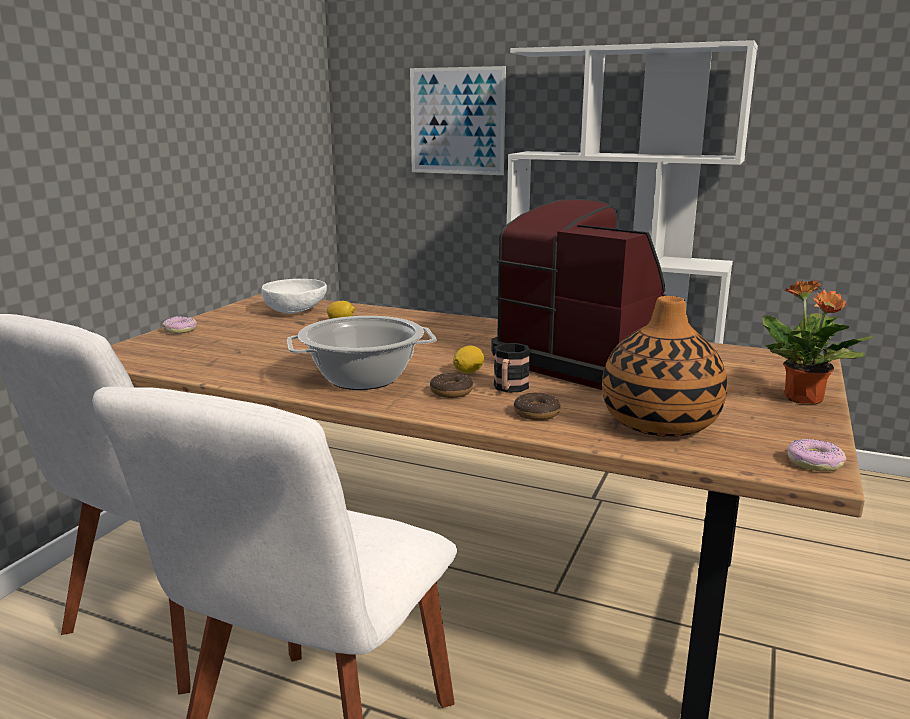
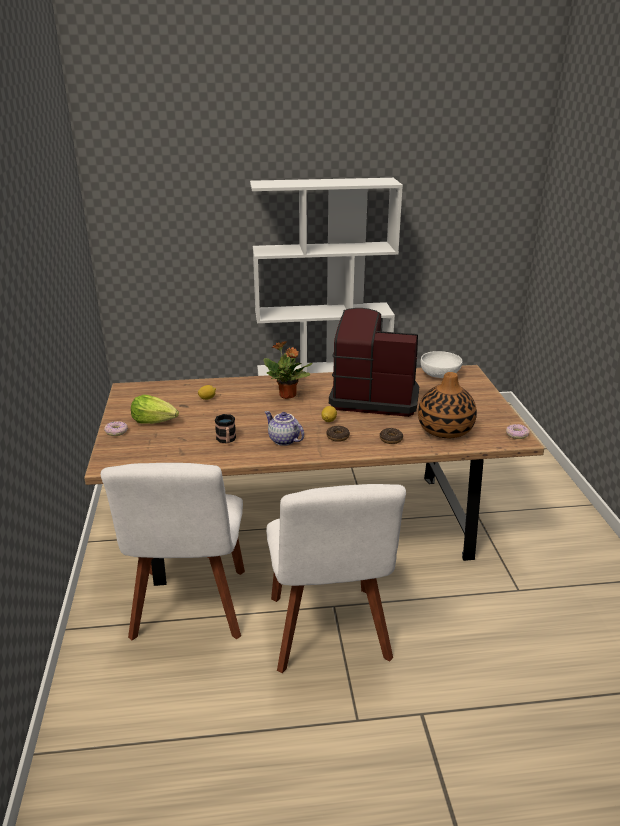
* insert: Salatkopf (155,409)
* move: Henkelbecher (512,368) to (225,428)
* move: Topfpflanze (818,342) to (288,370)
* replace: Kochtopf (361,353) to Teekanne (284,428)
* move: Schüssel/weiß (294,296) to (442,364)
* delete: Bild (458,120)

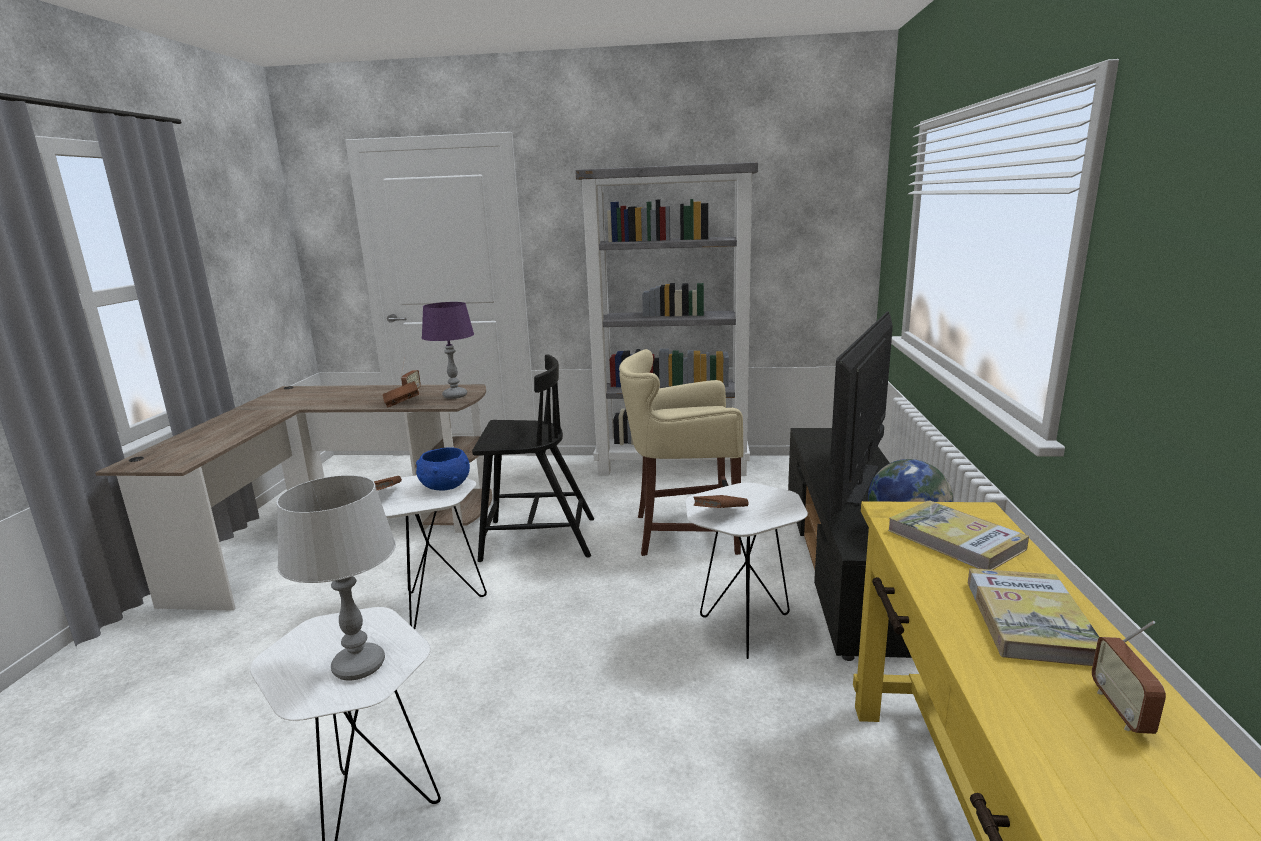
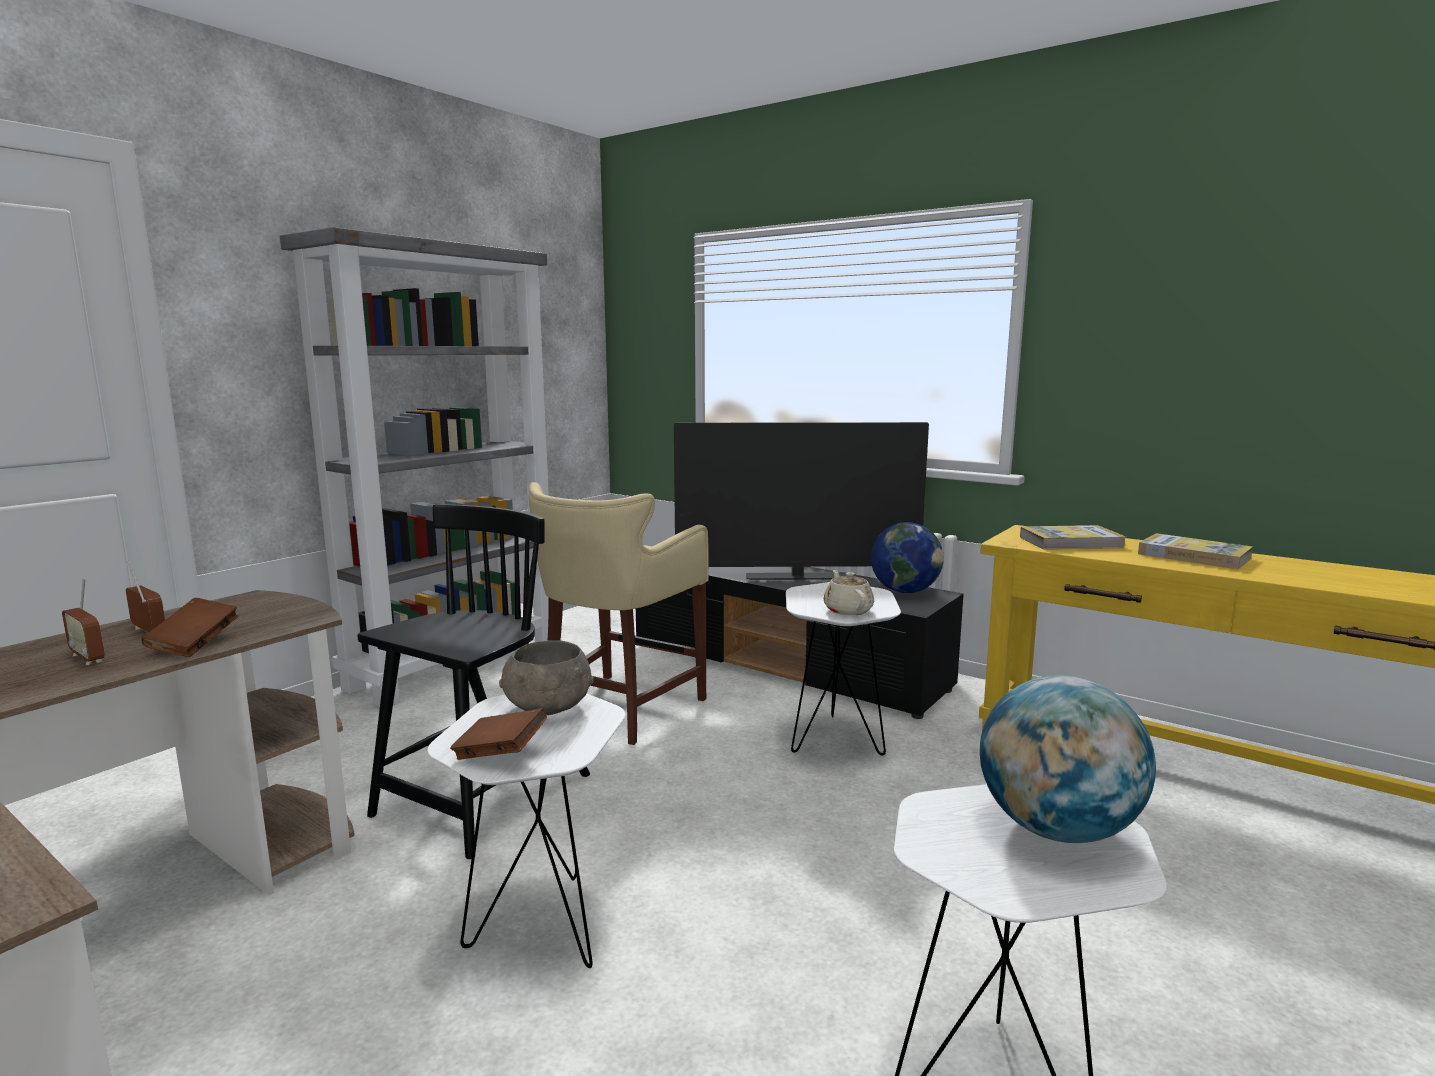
* move: Radio (1129,677) to (83,622)
* recolor: Schüssel/blau (443,469) to Schüssel/grau (546,677)
* rotate: Fernseher (860,416) = (801,501) 60 degrees counterclockwise
* replace: Buch/braun (721,501) to Teekanne/beige (849,592)
* replace: Tischlampe/grau (336,578) to Globus (1068,759)
* delete: Tischlampe/lila (448,350)

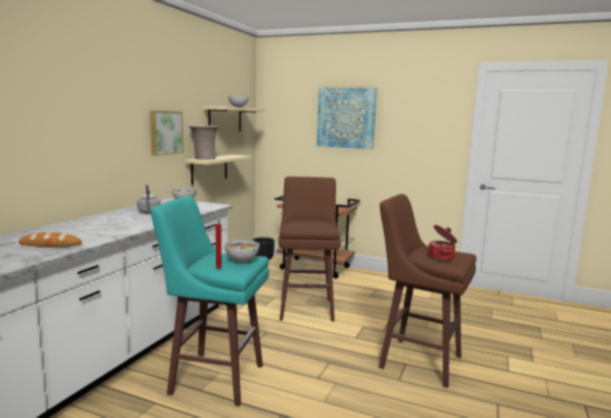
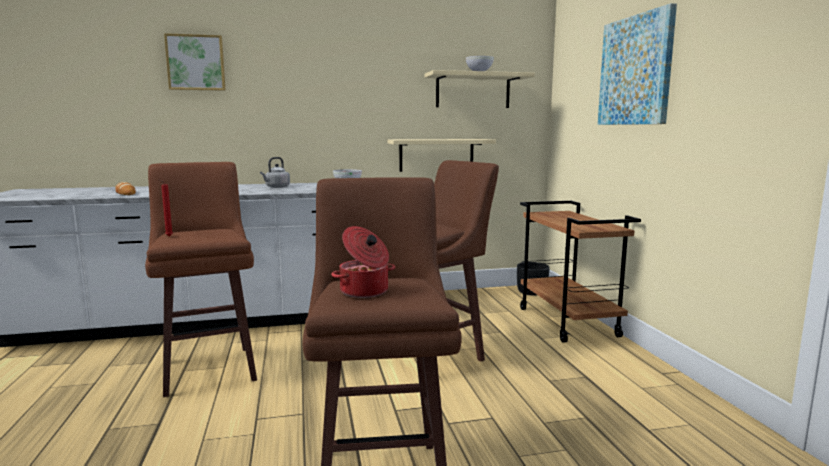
* recolor: Hocker/türkis (210,301) to Hocker/braun (201,279)
* move: Bild (167,133) to (194,62)
* delete: Vase/beige (204,143)
* delete: Schüssel (241,251)

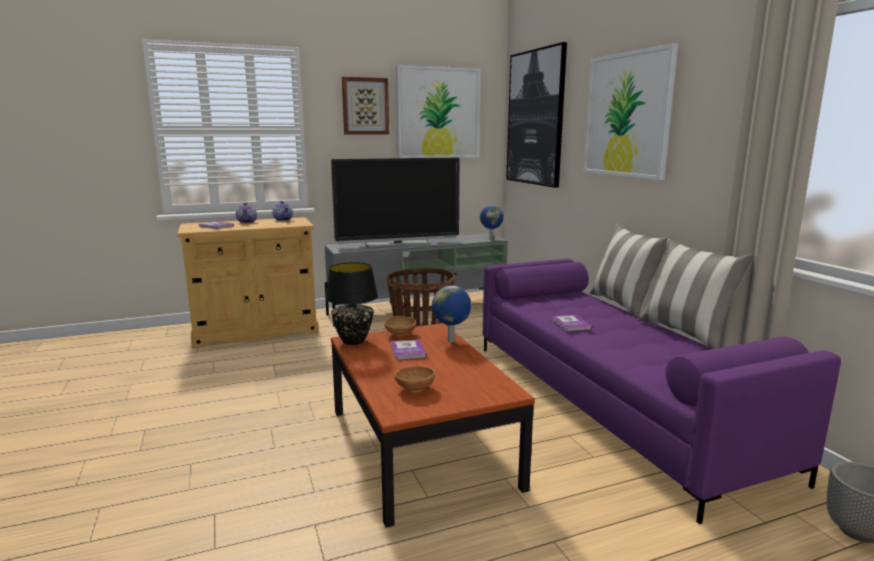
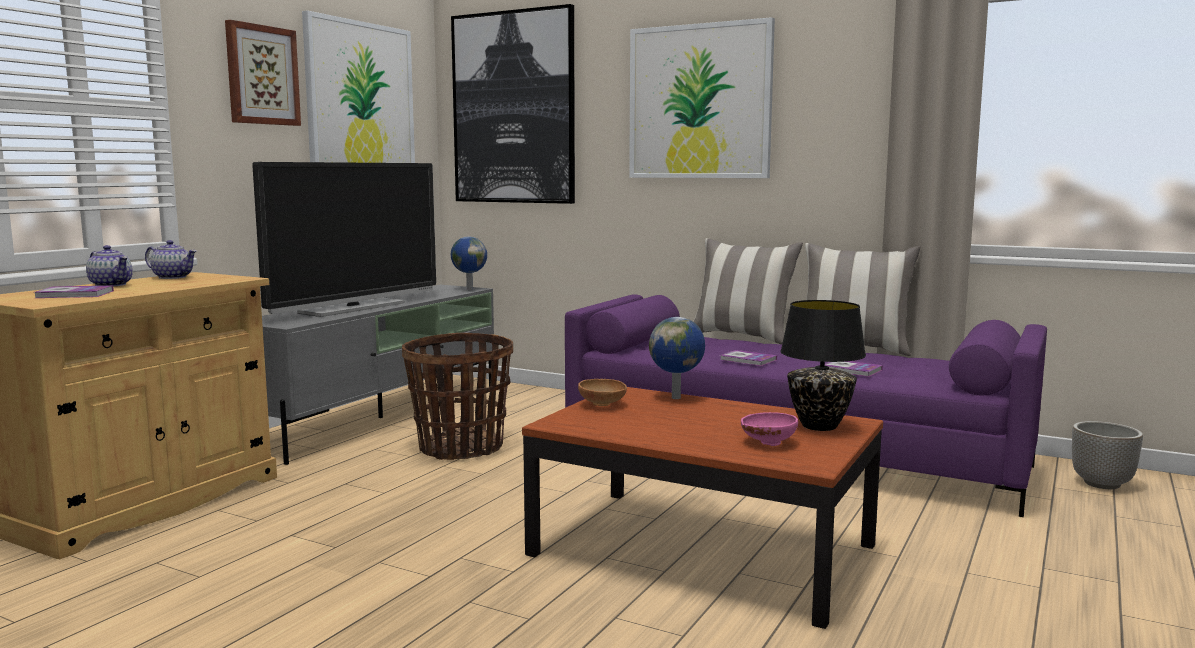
* recolor: Schüssel/braun (415,379) to Schüssel/rosa (769,429)
* move: Tischlampe/schwarz (351,303) to (823,365)
* move: Buch (409,349) to (853,369)

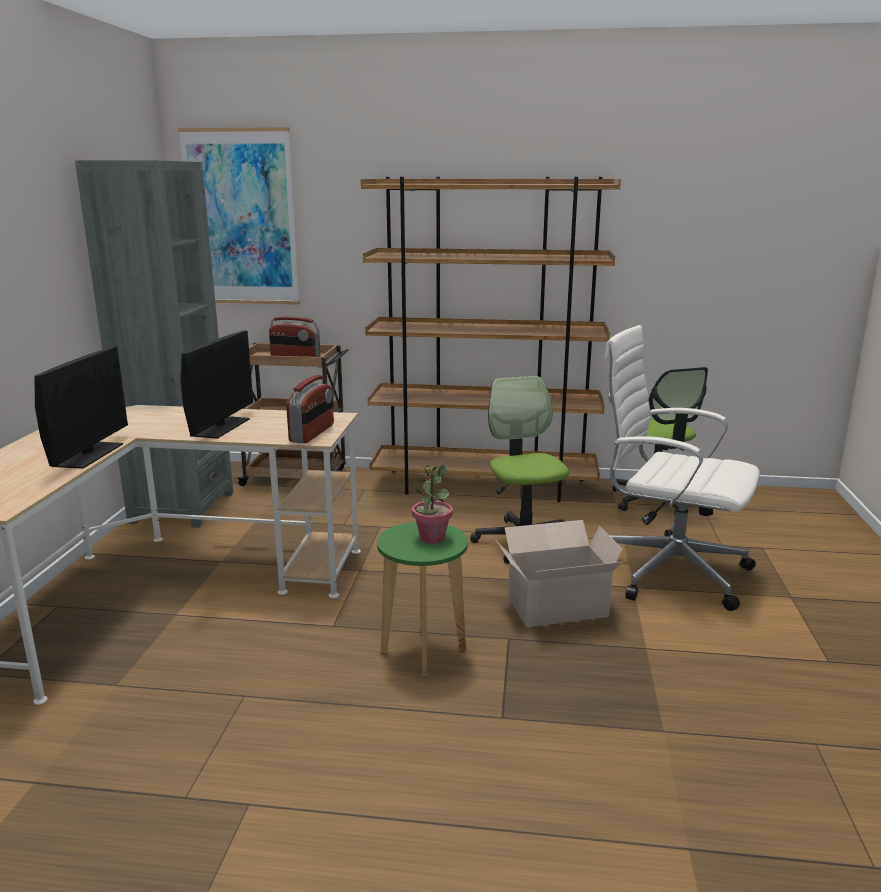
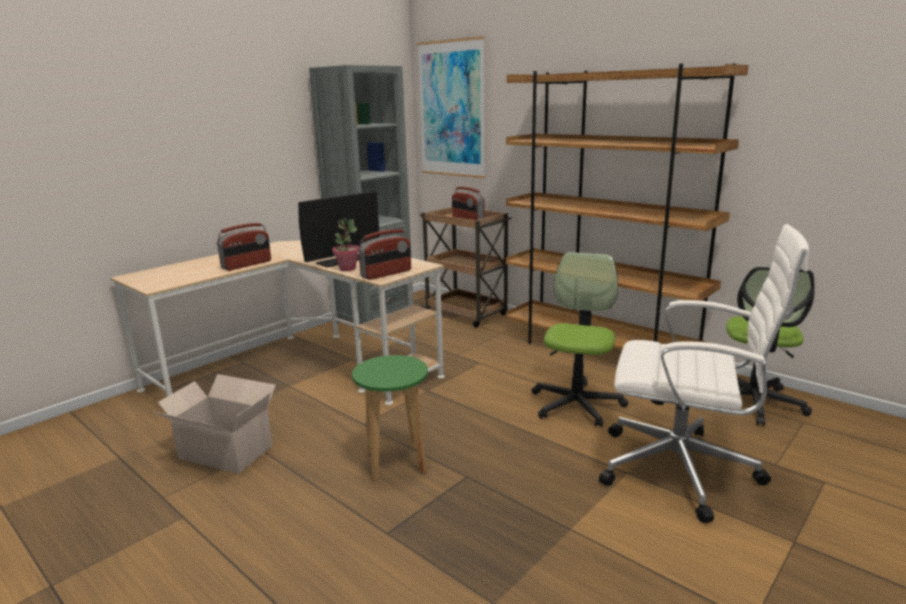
* move: Karton (559,573) to (214,424)
* replace: Monitor (81,407) to Radio (244,247)
* move: Topfpflanze (432,504) to (345,244)
* rotate: Bürostuhl/weiß (682,468) = (704,373) 135 degrees clockwise

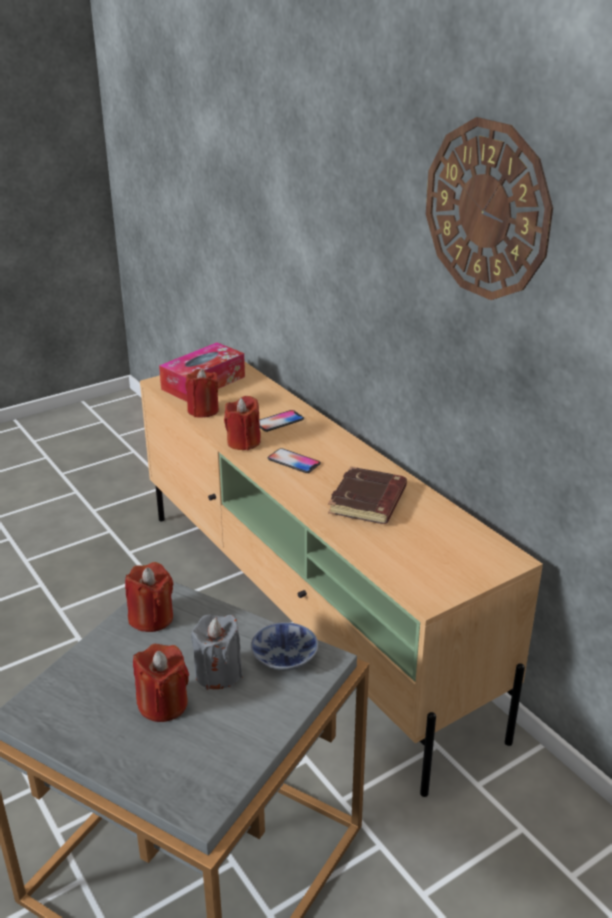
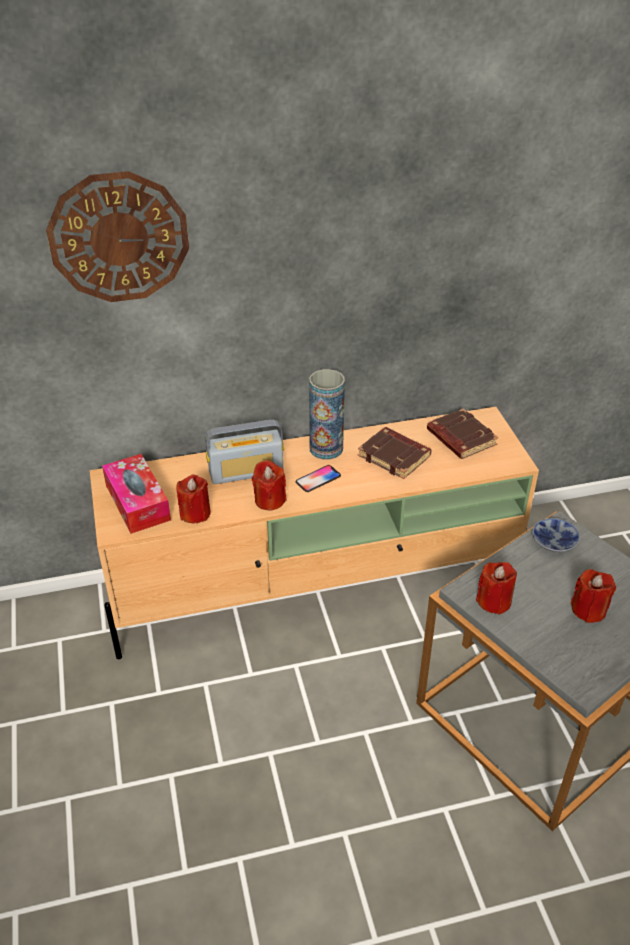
* move: Wanduhr (489,208) to (117,236)
* replace: Handy (281,421) to Radio (244,452)
* insert: Vase (327,414)
* insert: Buch/braun (462,434)
* delete: Kerze/grau (216,652)

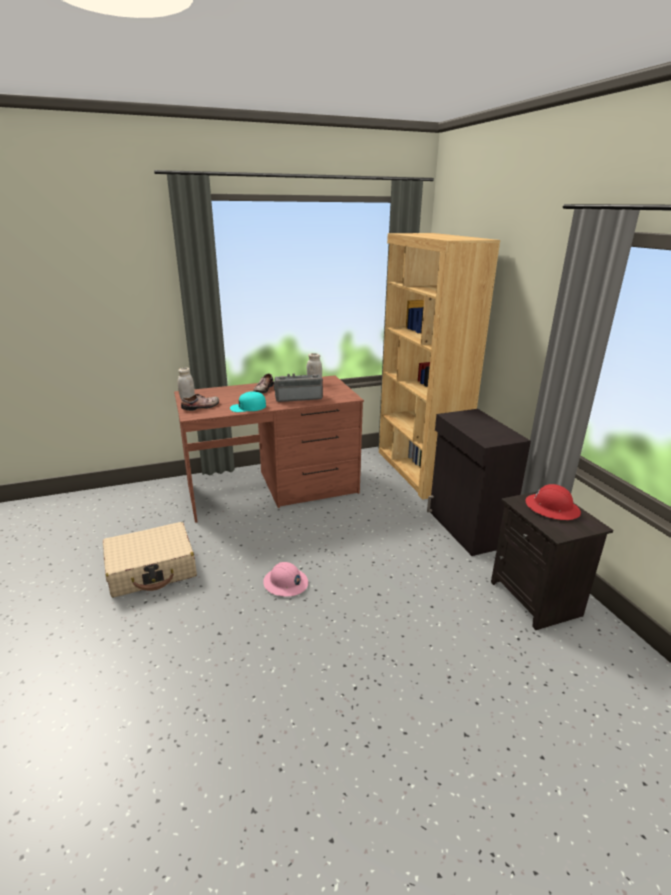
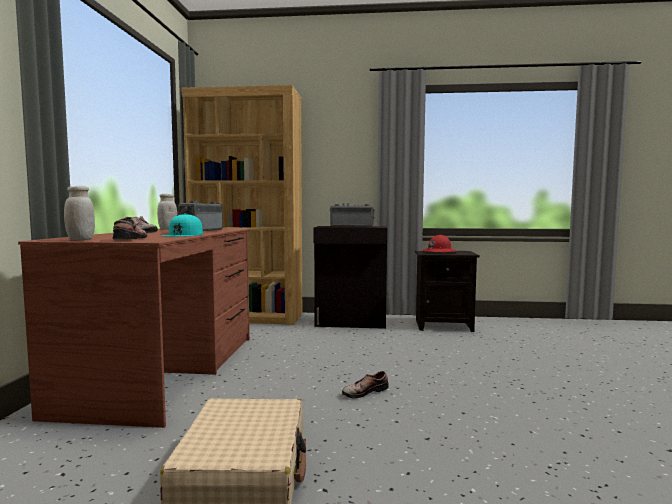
* insert: Radio (352,215)
* replace: Schutzhelm/rosa (285,579) to Schuh (365,384)

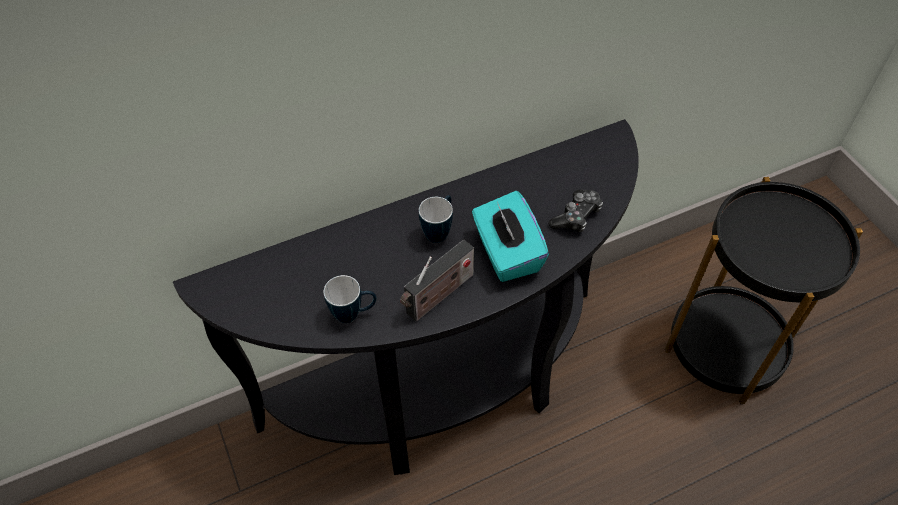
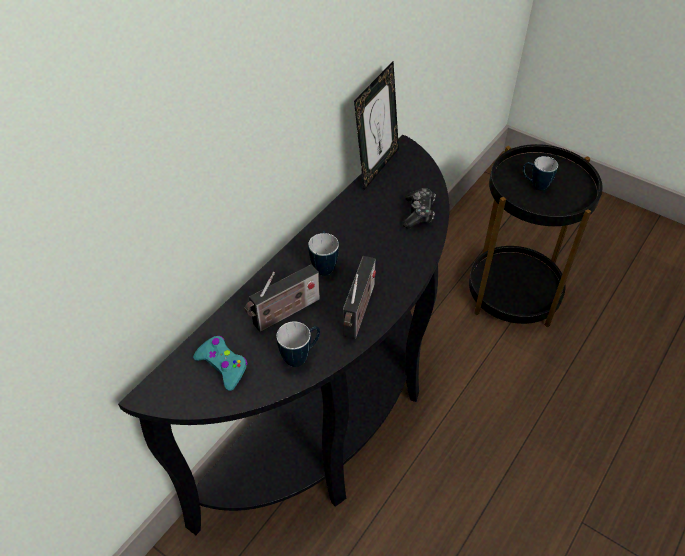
* insert: Gamepad/türkis (220,363)
* insert: Radio (282,298)
* insert: Bilderrahmen (376,125)
* insert: Henkelbecher (540,173)
* delete: Taschentuchbox/türkis (510,236)

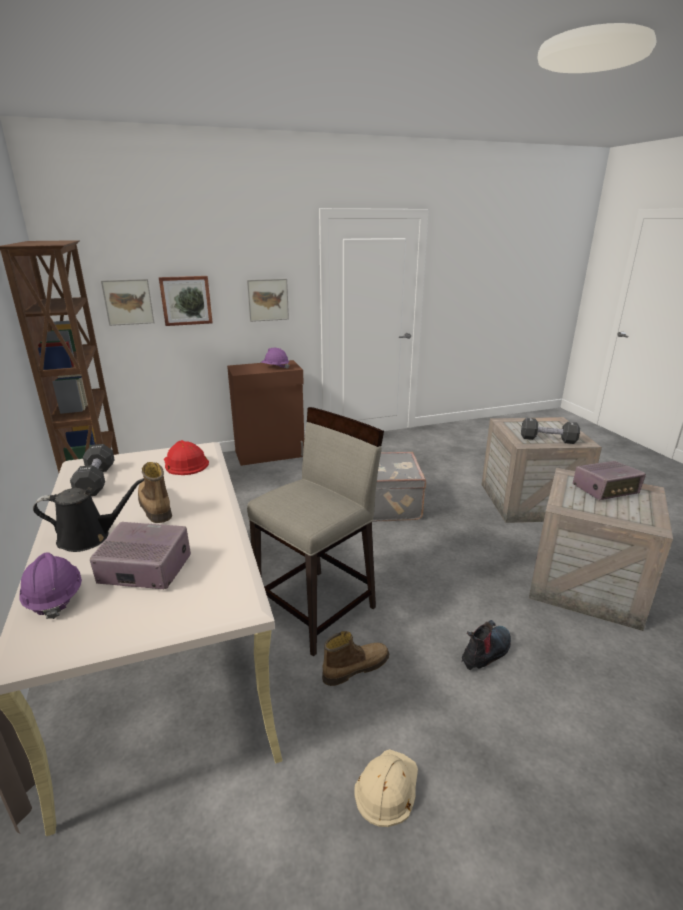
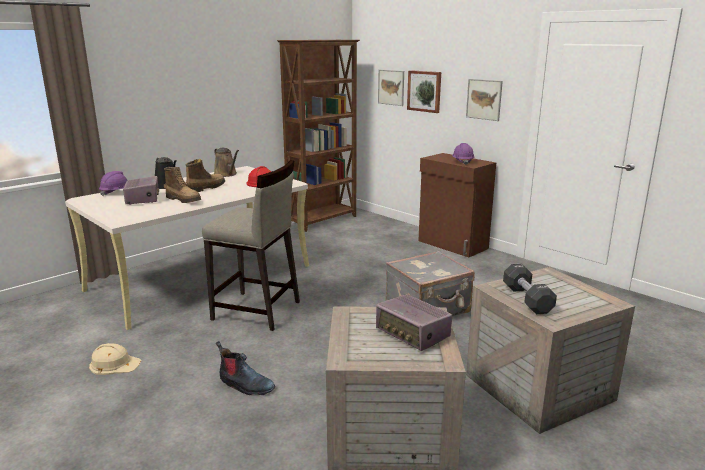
* move: Stiefel (355,658) to (182,185)
* replace: Hantel/schwarz (92,470) to Gießkanne/braun (226,162)

